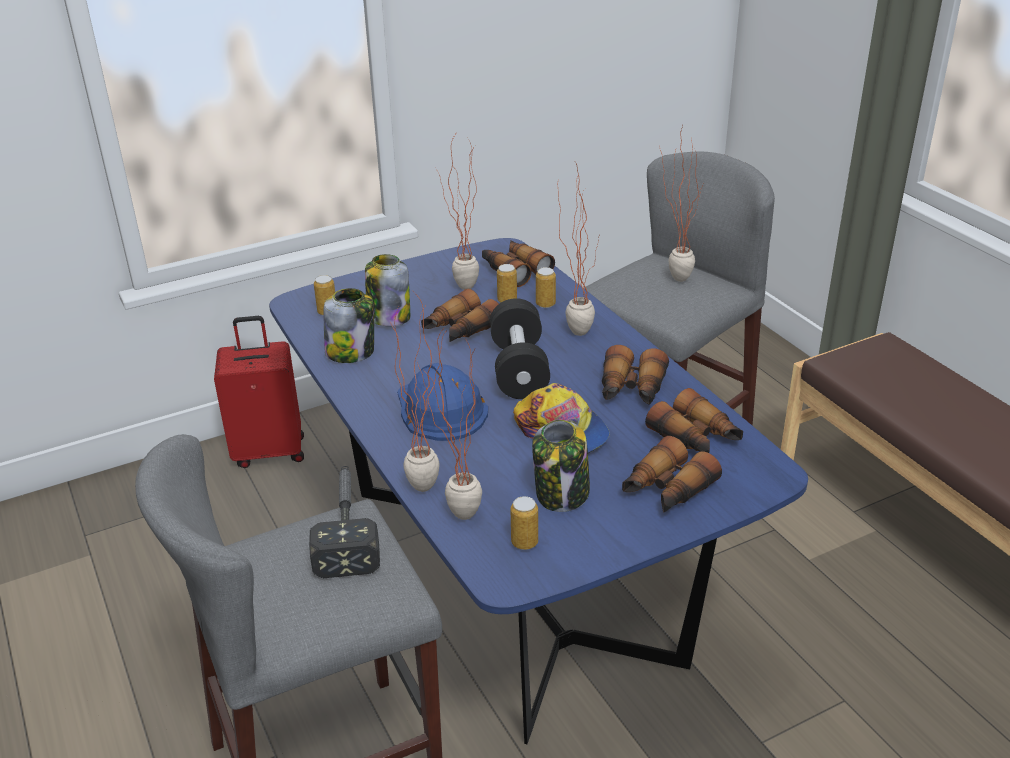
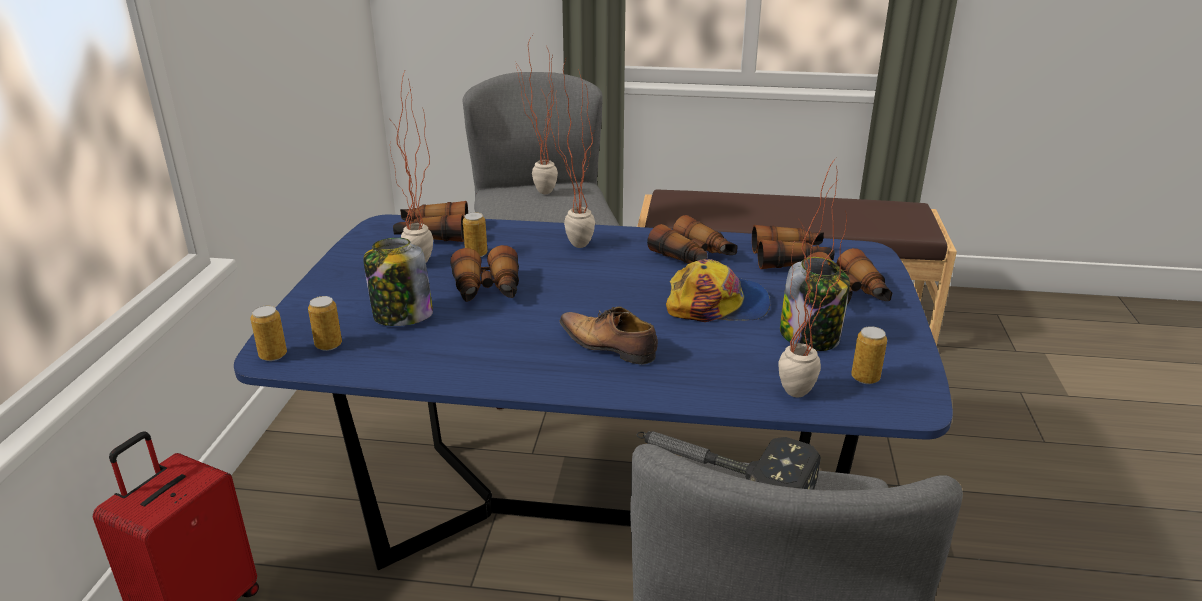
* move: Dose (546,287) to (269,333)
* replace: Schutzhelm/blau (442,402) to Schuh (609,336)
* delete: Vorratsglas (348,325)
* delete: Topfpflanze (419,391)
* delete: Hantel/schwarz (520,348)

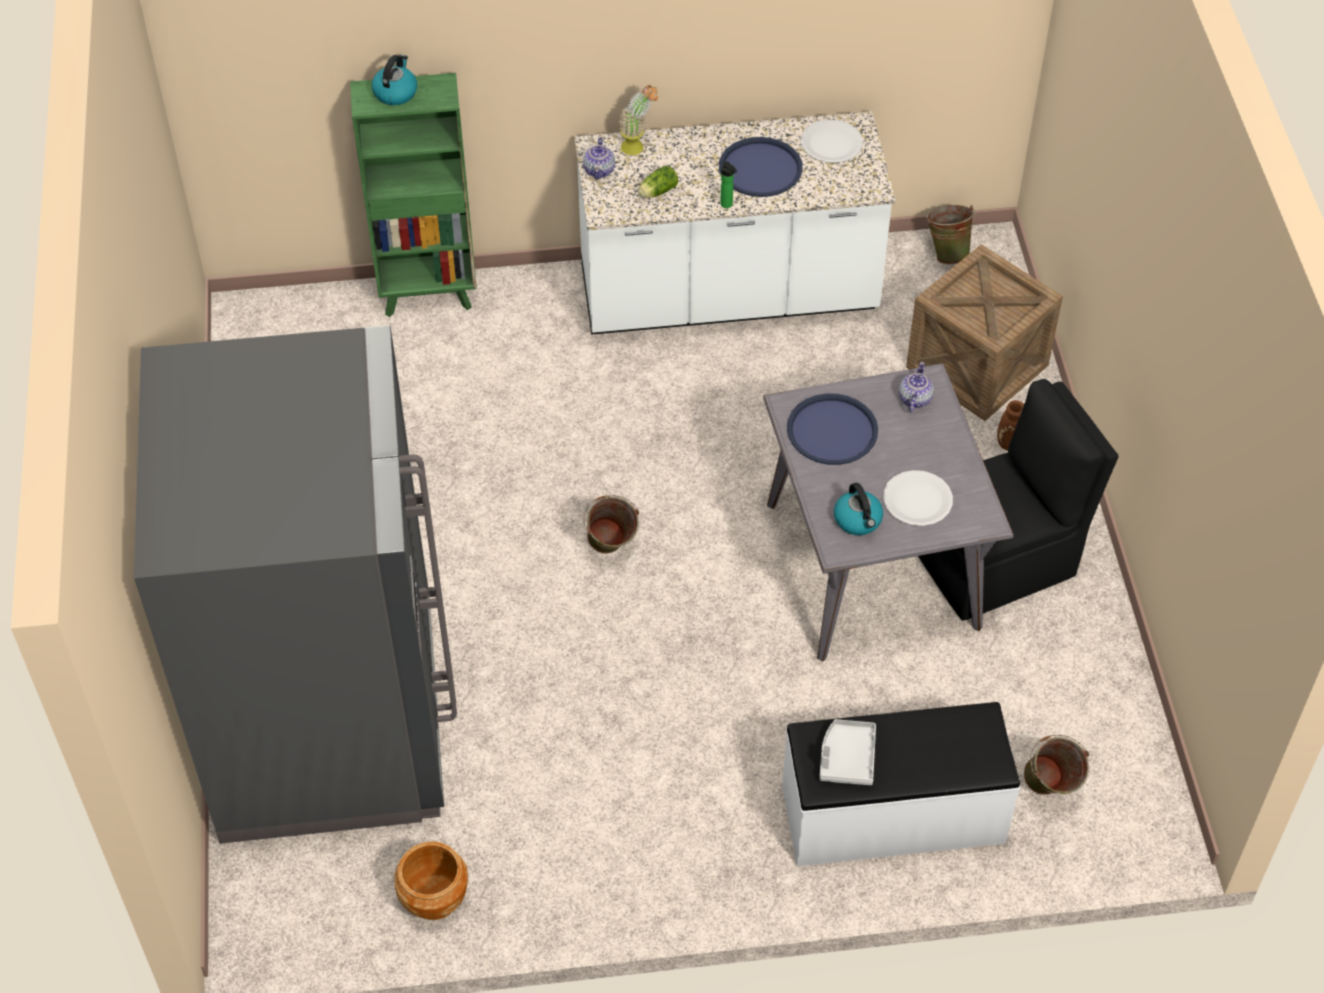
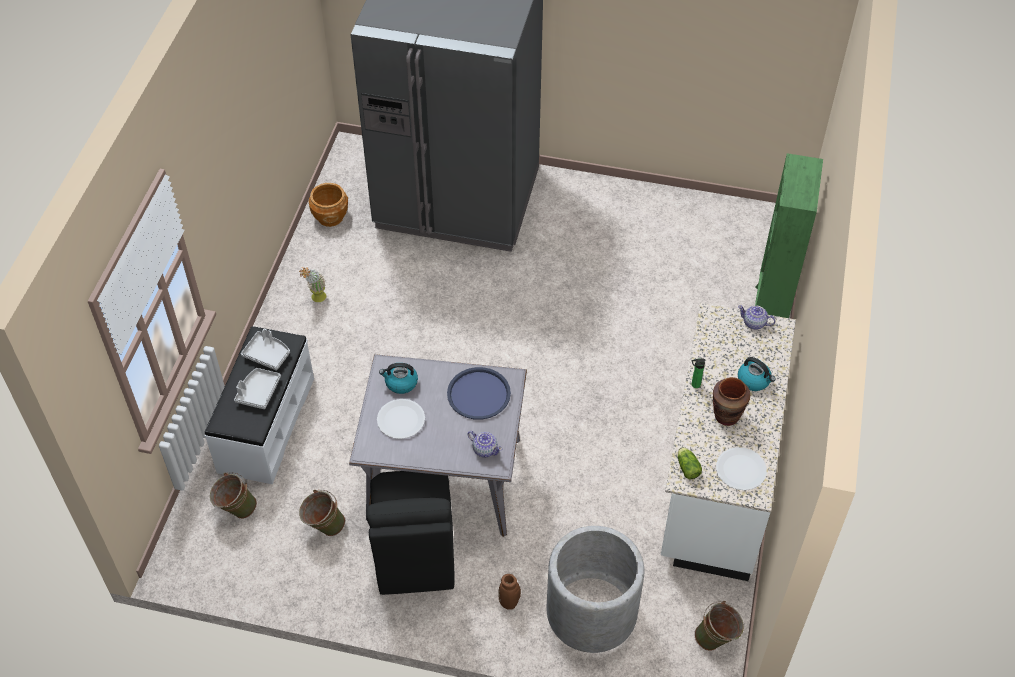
* insert: Tablett/grau (257,388)
* move: Topfpflanze (638,120) to (312,284)
* move: Eimer/grün (611,524) to (322,513)
* replace: Kiste (984,332) to Pflanzkübel/grau (595,589)
* move: Salatkopf (658,182) to (690,463)
* replace: Tablett/blau (761,167) to Vase/braun (731,401)
* move: Wasserkessel (394,80) to (756,374)

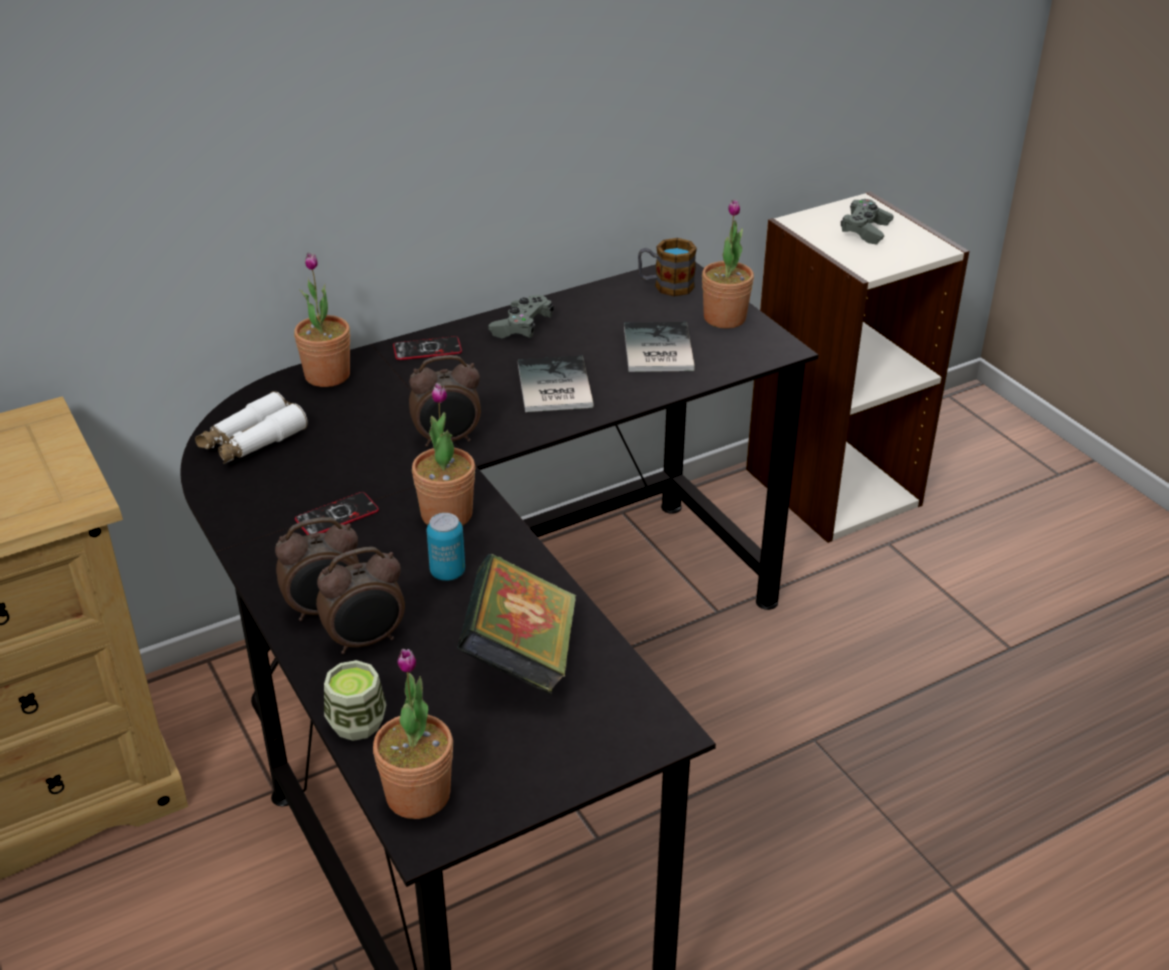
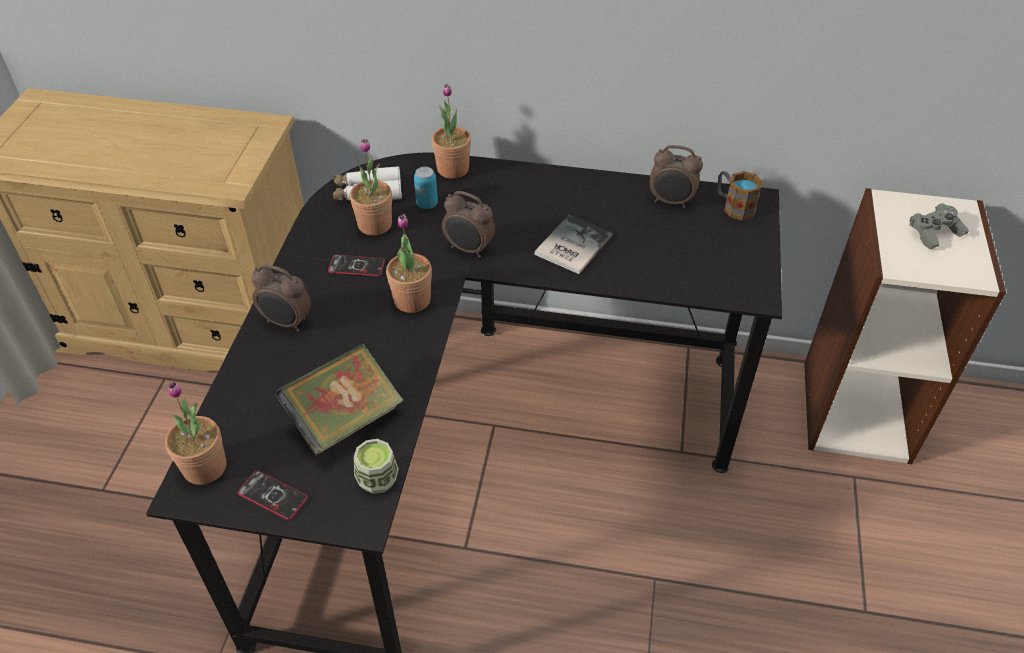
* move: Handy (427,348) to (273,495)
* move: Topfpflanze (728,264) to (371,187)
* move: Tasse (355,700) to (376,466)
* move: Dose (446,547) to (426,188)
* move: Wecker (360,600) to (676,176)
* delete: Gamepad/grau (521,316)
* delete: Buch (659,347)

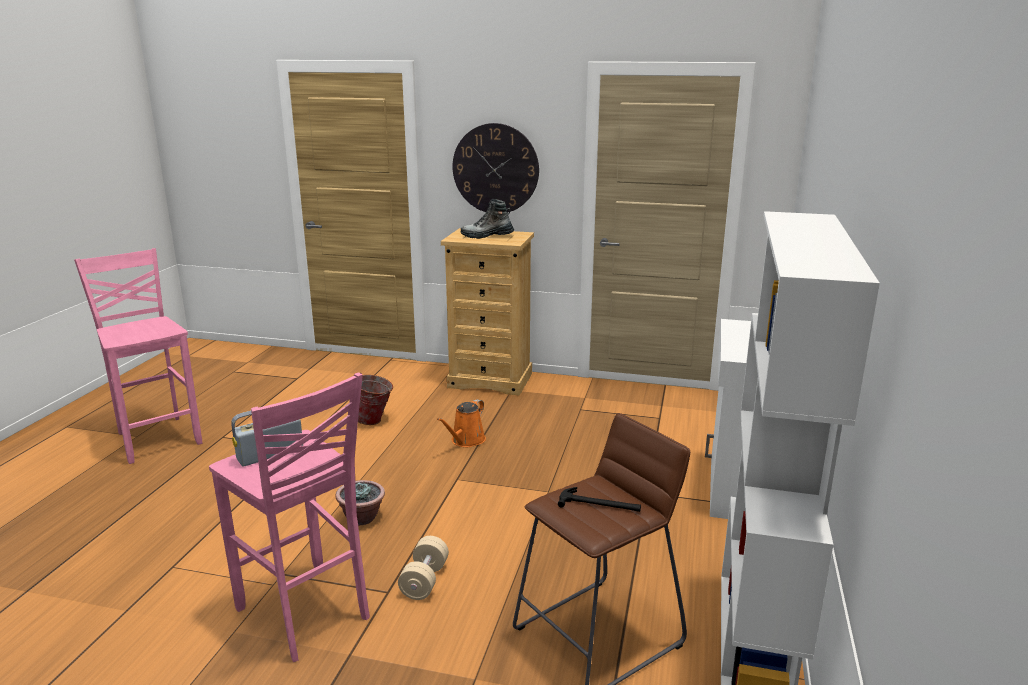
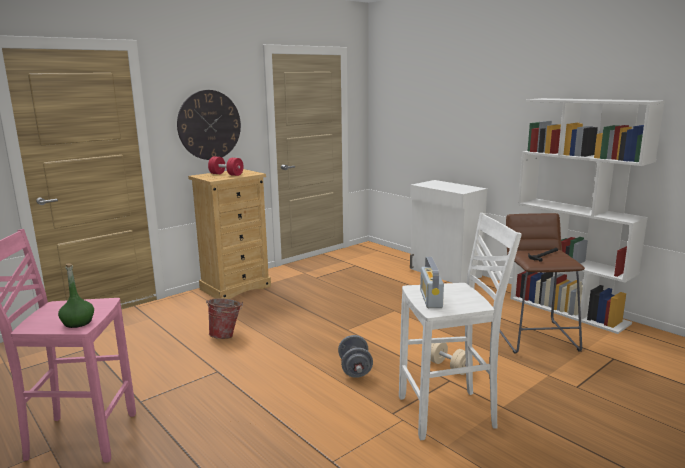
* insert: Flasche/grün (76,296)
* replace: Stiefel (487,219) to Hantel/rot (226,166)
* replace: Topfpflanze (360,502) to Hantel/grau (355,356)
* recolor: Hocker/rosa (289,517) to Hocker/weiß (460,326)
* delete: Gießkanne/orange (461,423)

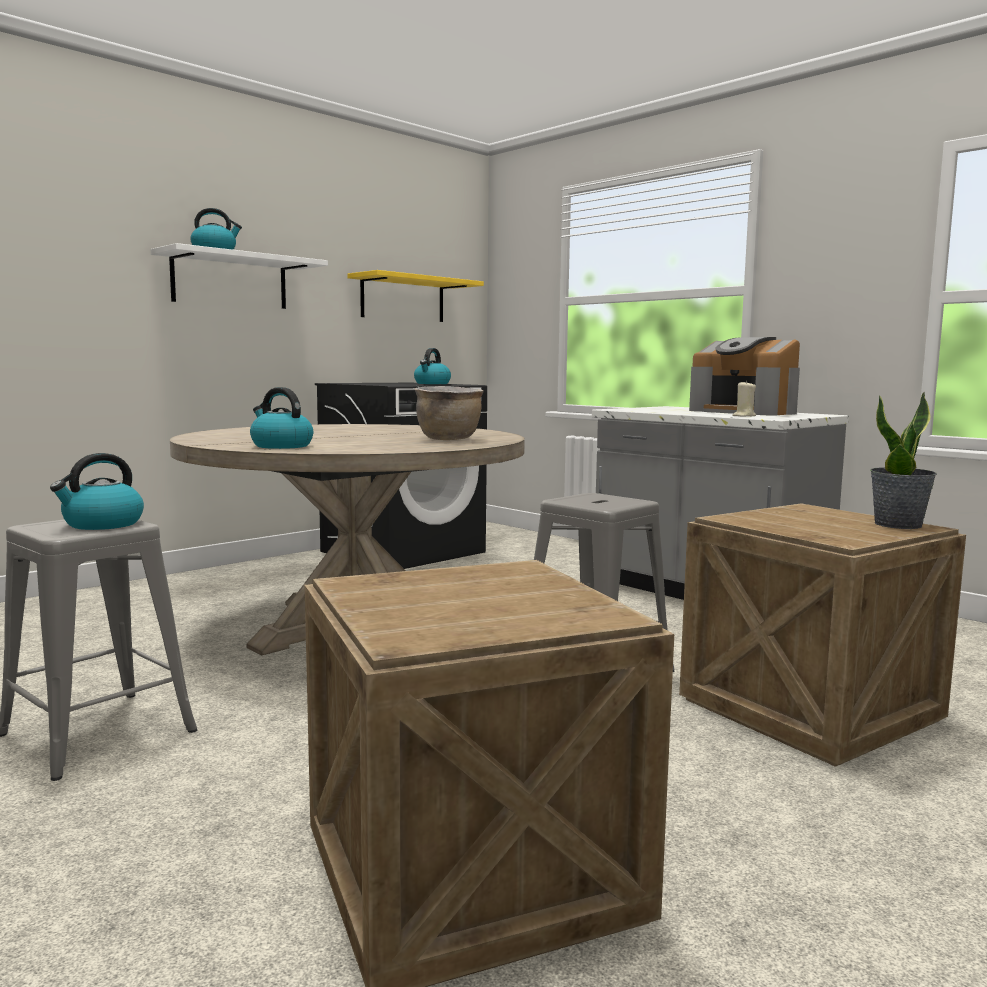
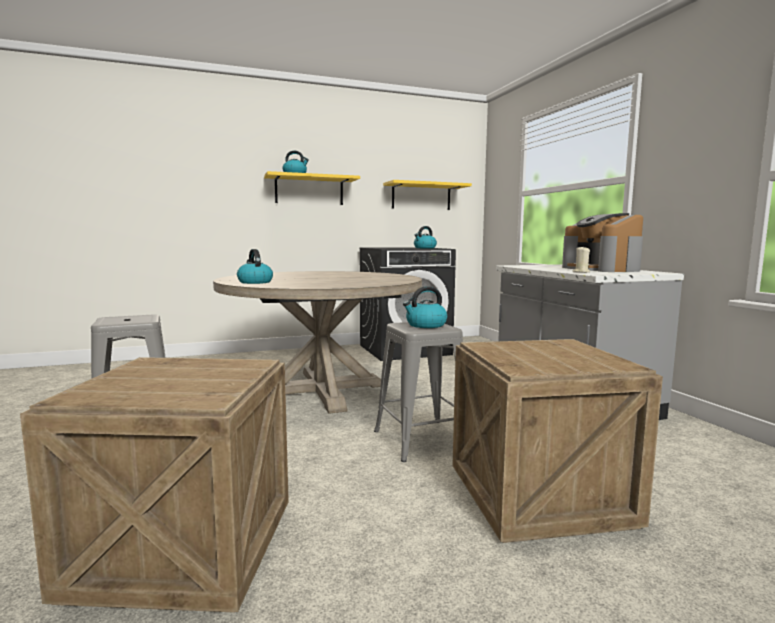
* recolor: Wandregal/weiß (239,276) to Wandregal/gelb (312,188)
* move: Wasserkessel (97,491) to (425,307)
* delete: Kochtopf/braun (449,413)
* delete: Topfpflanze (903,460)

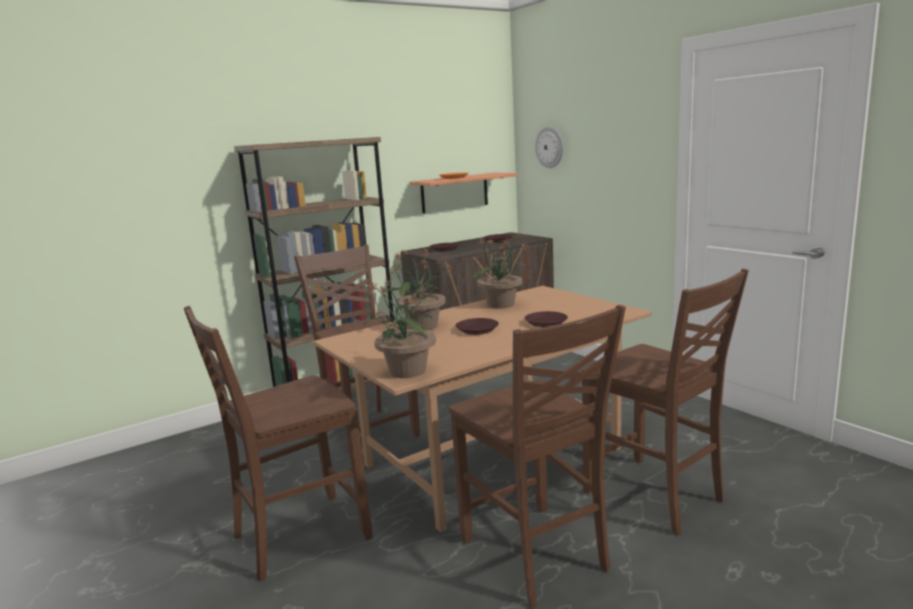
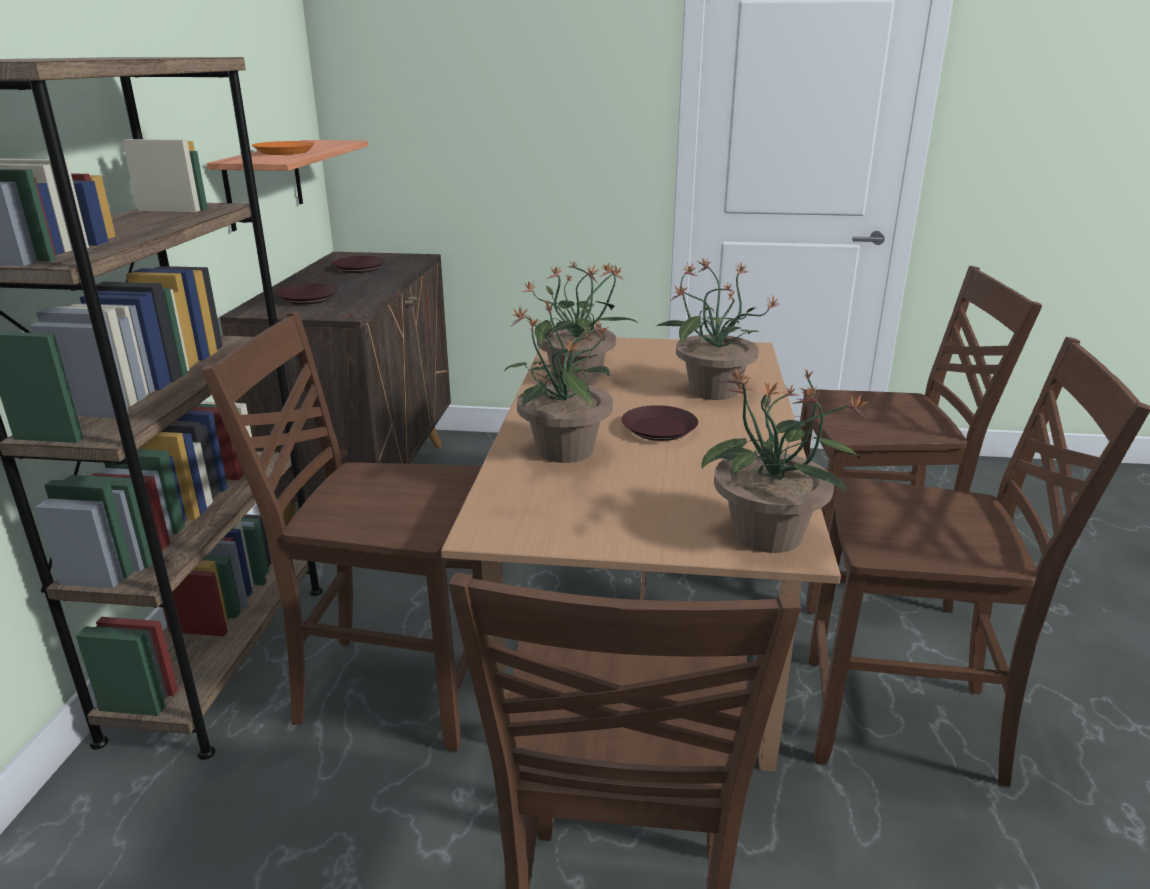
* replace: Teller/braun (546,319) to Topfpflanze (717,329)
* delete: Wanduhr (549,147)

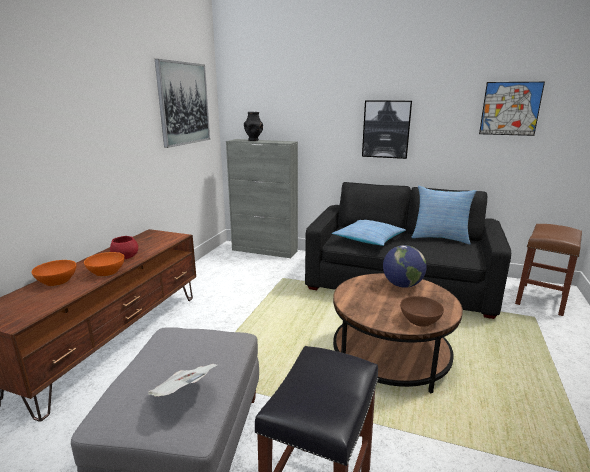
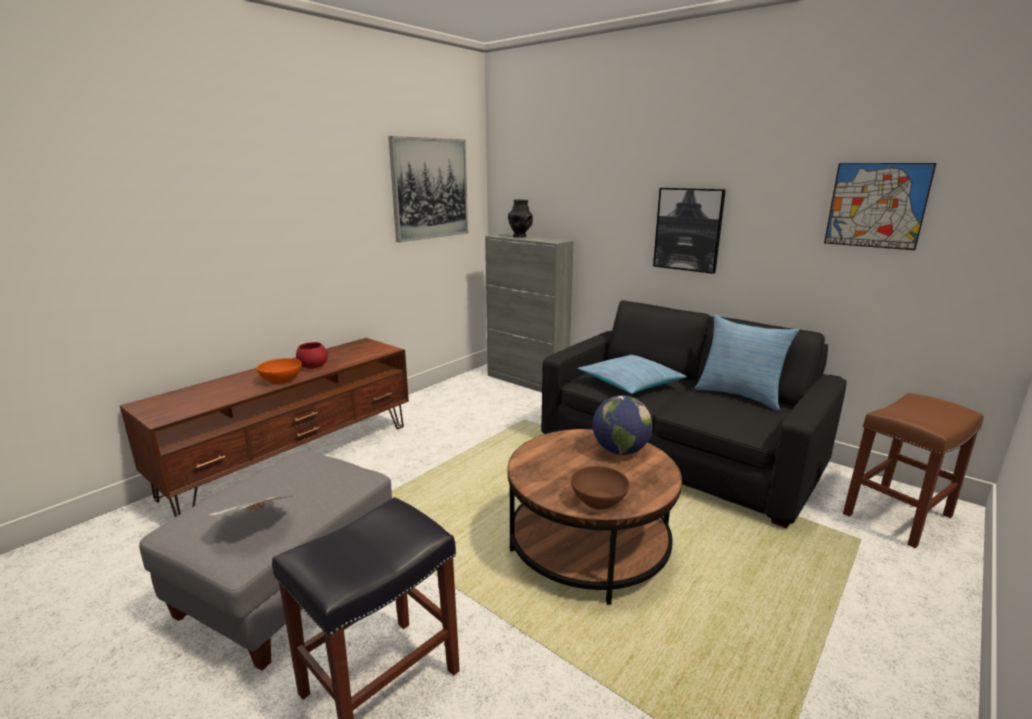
* delete: Schüssel/orange (54,273)

